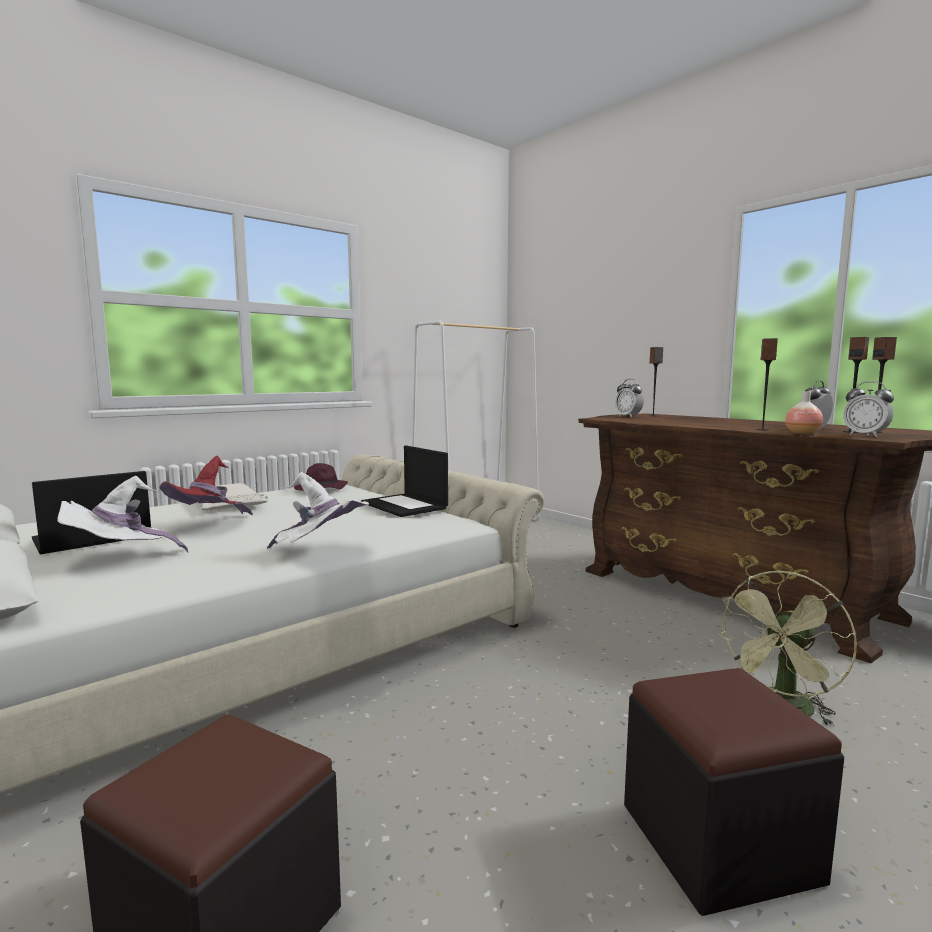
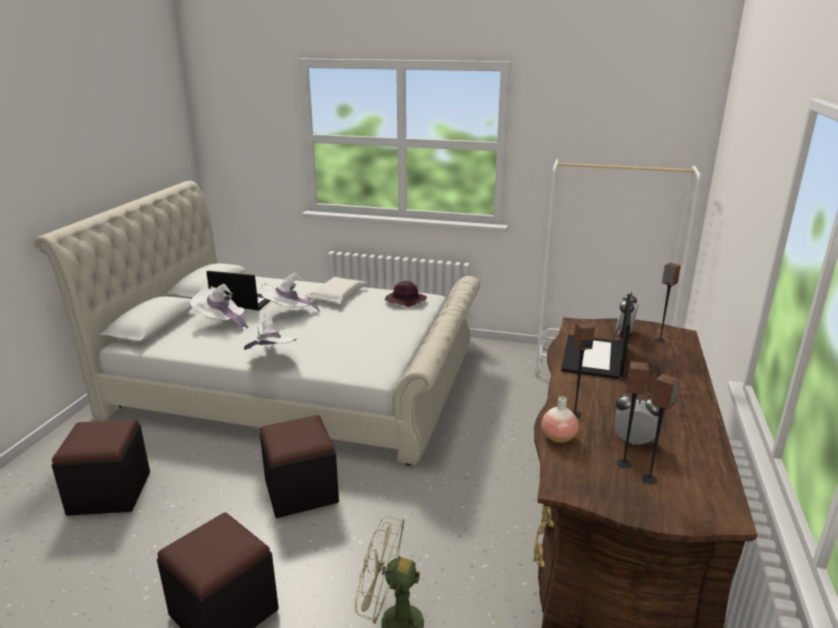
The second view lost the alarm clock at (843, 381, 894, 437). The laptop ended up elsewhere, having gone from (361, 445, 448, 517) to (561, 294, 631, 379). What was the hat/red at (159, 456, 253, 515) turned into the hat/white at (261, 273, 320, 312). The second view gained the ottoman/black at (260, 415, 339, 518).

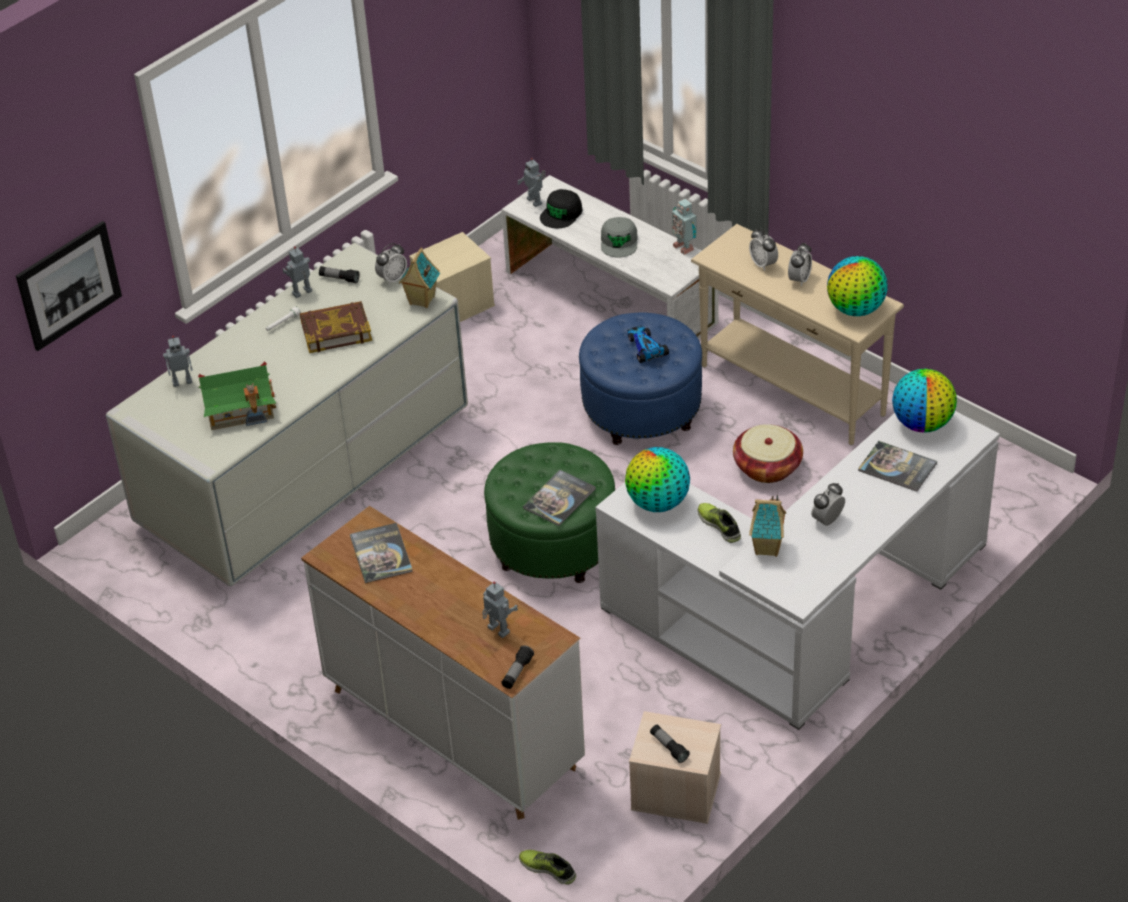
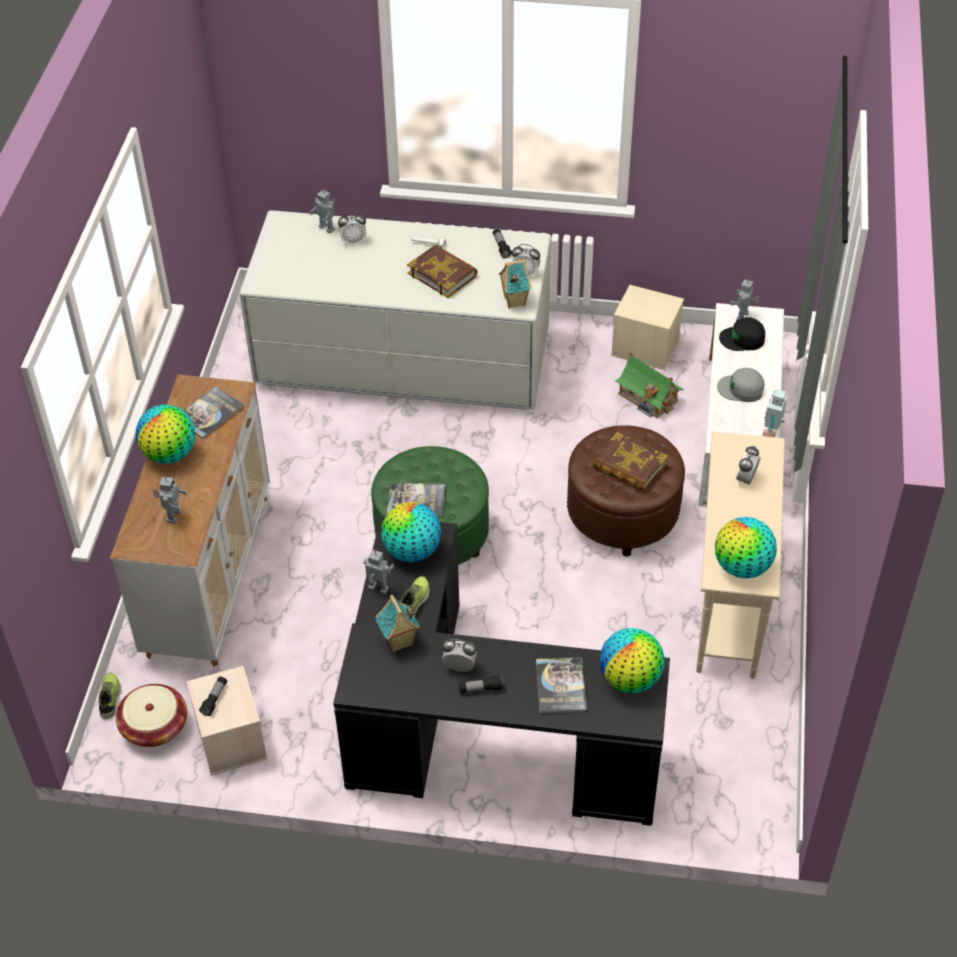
The cap/grey at (601, 217, 637, 258) ended up facing another way, 45 degrees clockwise from before. The second view lost the picture at (16, 221, 122, 351). The alarm clock ended up elsewhere, having gone from (788, 243, 812, 286) to (338, 212, 366, 245). The toy robot ended up elsewhere, having gone from (283, 246, 312, 298) to (364, 550, 394, 594). What was the ottoman/blue at (579, 312, 702, 445) turned into the ottoman/brown at (567, 425, 685, 557). Where the toy car stood at (627, 326, 669, 363), the book came to stand at (593, 432, 668, 491). The toy house ended up elsewhere, having gone from (198, 362, 276, 430) to (615, 353, 684, 419). What was the desk/white at (595, 411, 1000, 730) turned into the desk/black at (333, 516, 670, 826). The basket ended up elsewhere, having gone from (733, 424, 803, 483) to (116, 684, 187, 747). The flashlight ended up elsewhere, having gone from (501, 645, 534, 689) to (459, 675, 503, 693). The second view gained the globe at (136, 405, 195, 464).

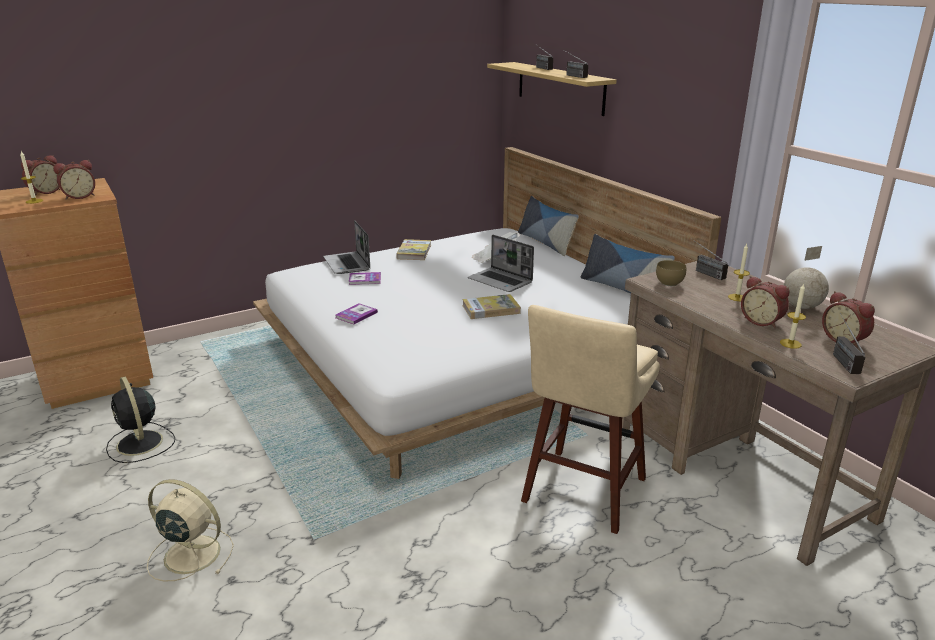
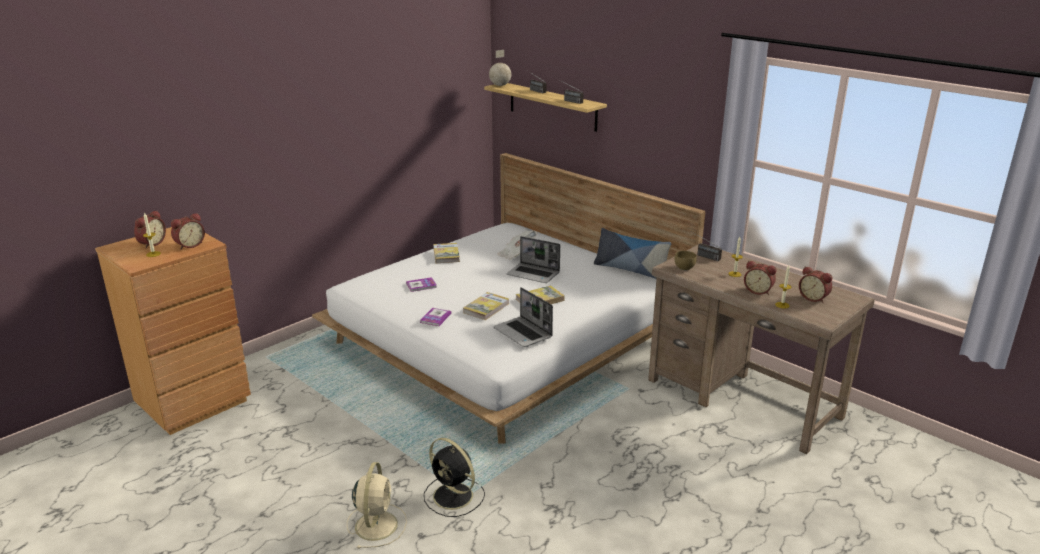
The second view lost the pillow at (518, 196, 579, 256). The laptop ended up elsewhere, having gone from (323, 220, 370, 274) to (493, 287, 553, 347). The globe ended up elsewhere, having gone from (784, 246, 829, 309) to (489, 50, 511, 86). The second view lost the stool/beige at (521, 305, 660, 534). The second view lost the radio at (833, 313, 865, 374). The fan/black ended up elsewhere, having gone from (106, 377, 175, 463) to (424, 438, 485, 517). The fan/beige at (147, 479, 234, 582) ended up facing another way, 90 degrees clockwise from before. The second view gained the book at (463, 292, 510, 320).

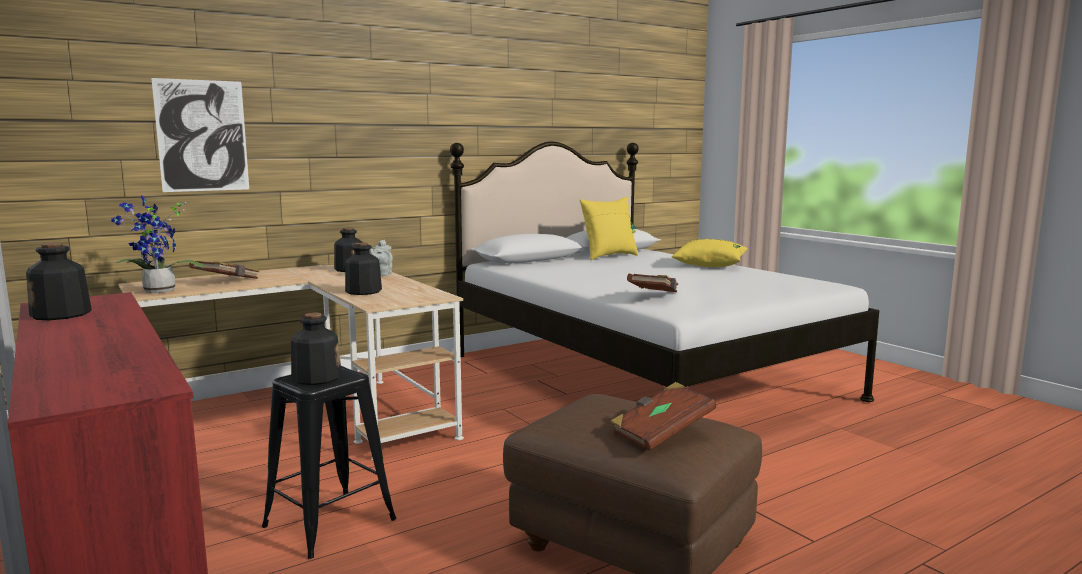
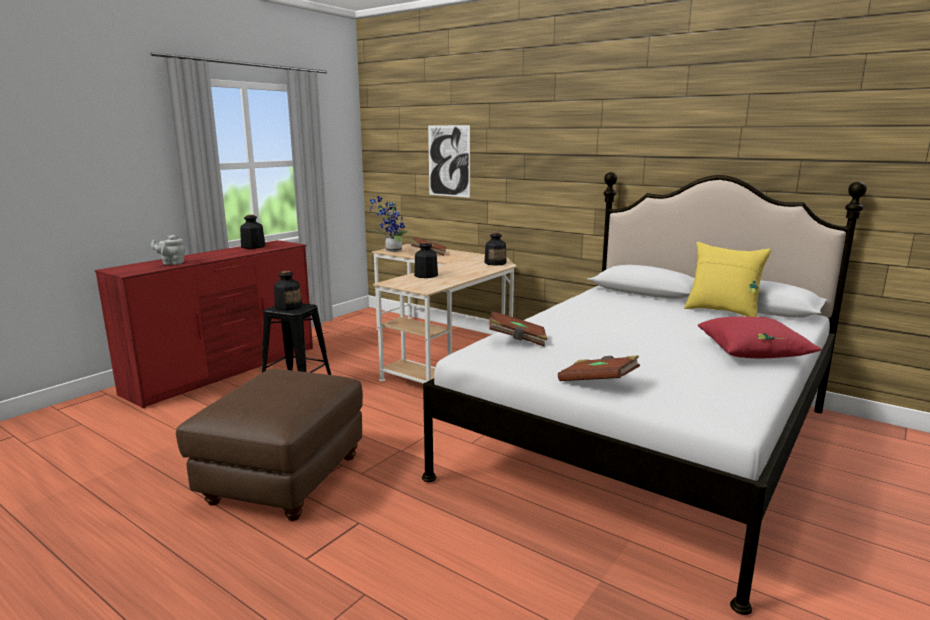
What was the pillow/yellow at (672, 239, 747, 267) turned into the pillow/red at (698, 317, 822, 358). The teapot/grey ended up elsewhere, having gone from (370, 240, 393, 276) to (151, 235, 185, 265). The book/brown ended up elsewhere, having gone from (610, 382, 716, 451) to (558, 355, 640, 381).

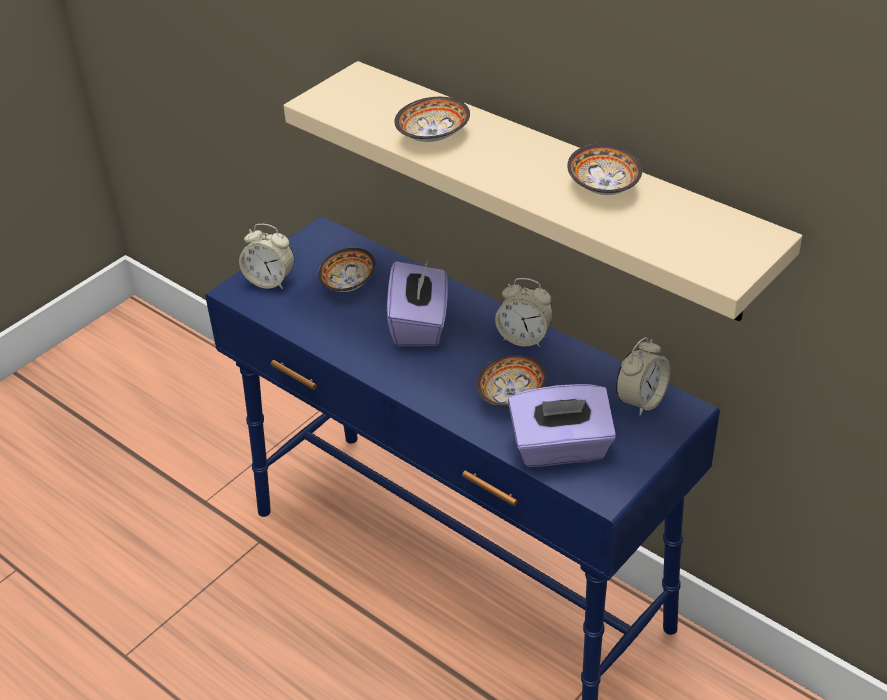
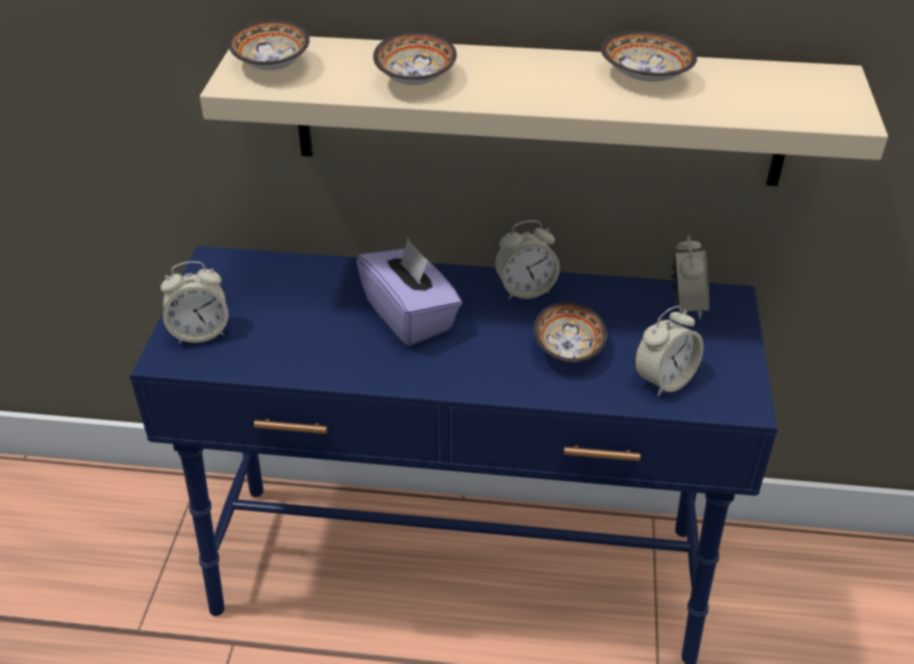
The bowl ended up elsewhere, having gone from (318, 248, 376, 292) to (228, 19, 310, 70). Where the tissue box/purple stood at (508, 384, 616, 467), the alarm clock came to stand at (634, 306, 703, 397).

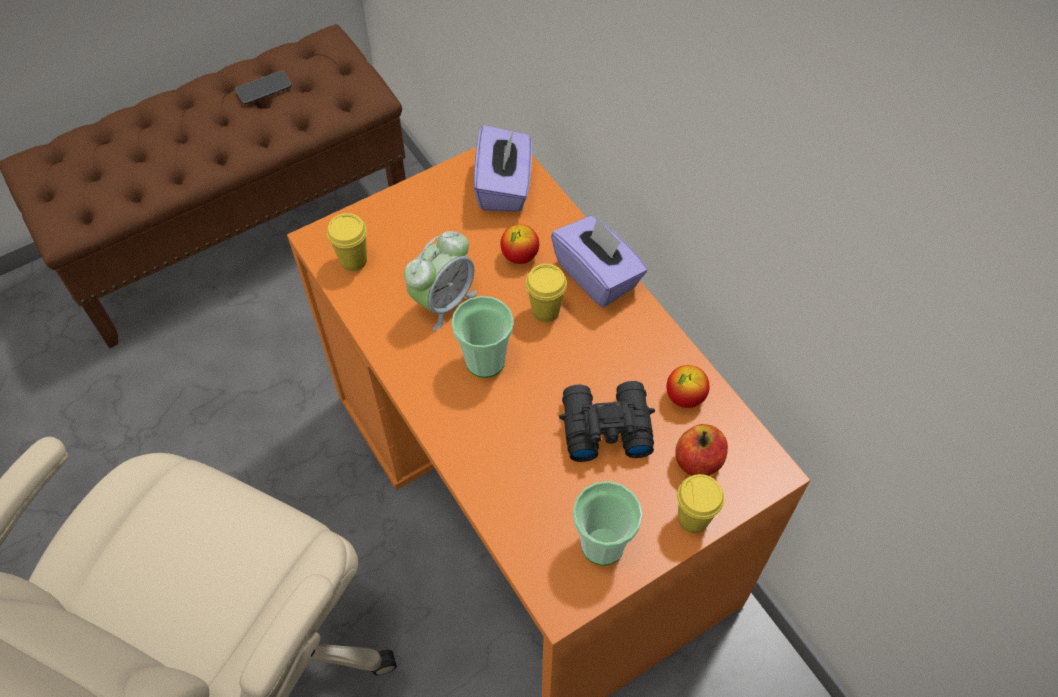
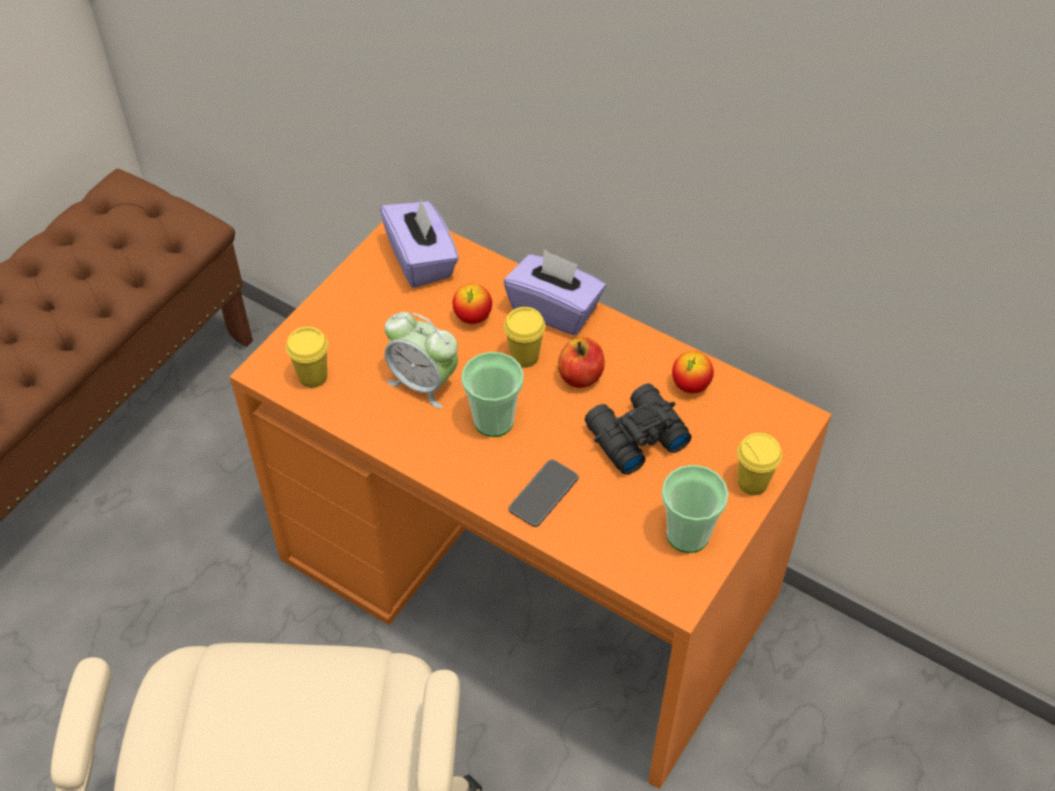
The phone ended up elsewhere, having gone from (235, 71, 292, 104) to (508, 460, 579, 527). The alarm clock at (404, 231, 478, 331) ended up facing another way, 105 degrees clockwise from before. The apple ended up elsewhere, having gone from (675, 424, 728, 476) to (558, 337, 605, 388).

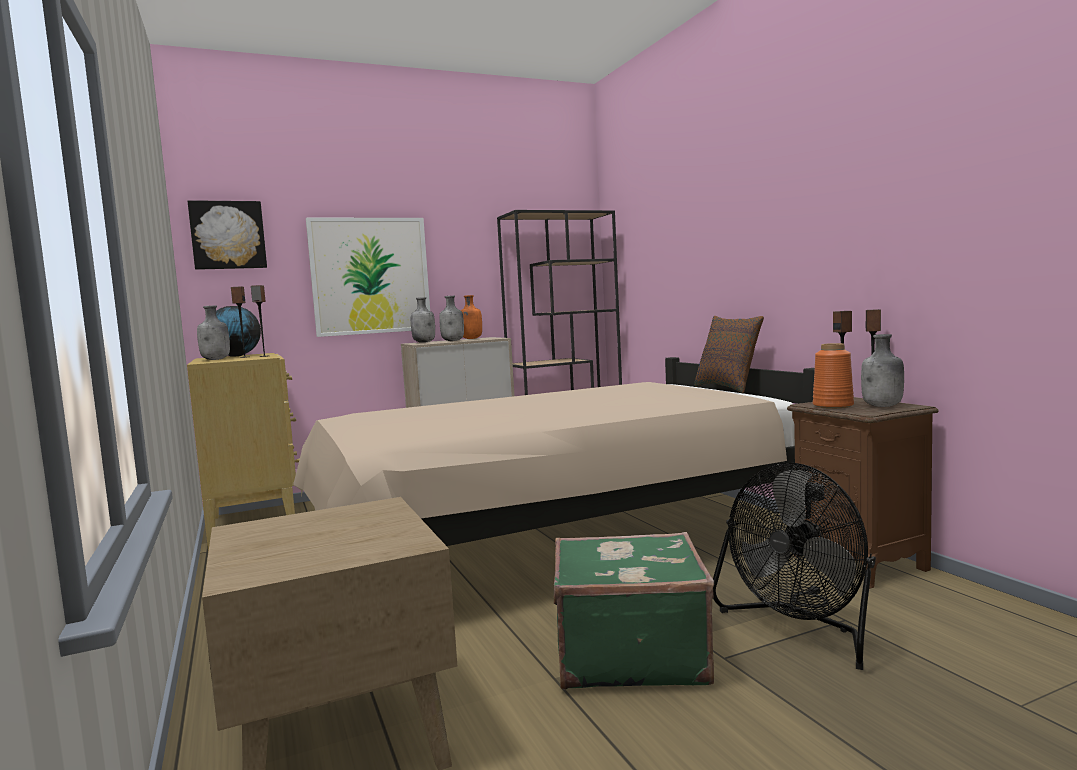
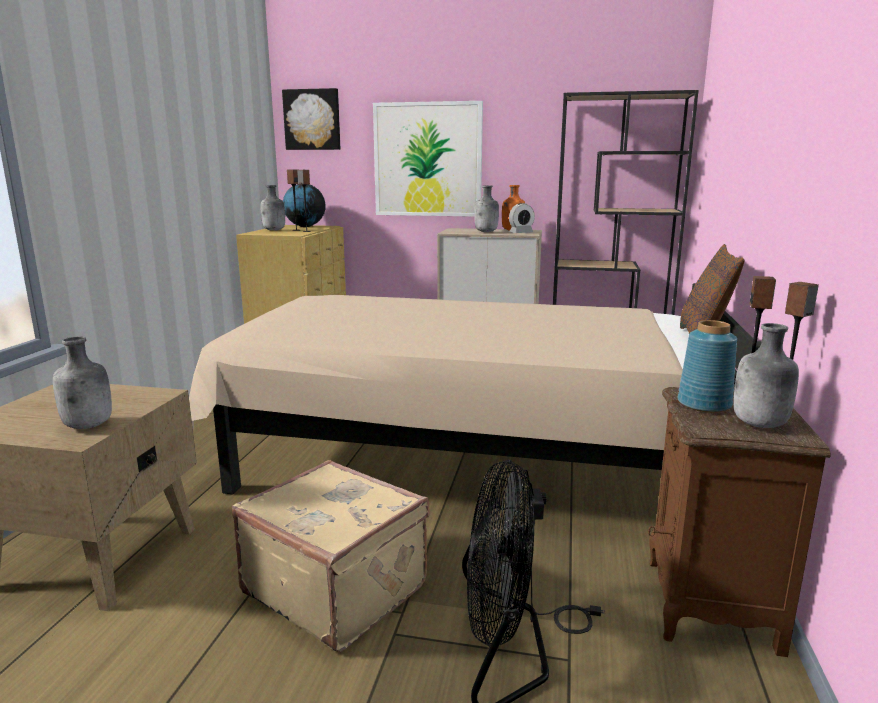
The bottle/grey ended up elsewhere, having gone from (411, 297, 435, 343) to (53, 336, 112, 429). What was the vase/orange at (813, 343, 854, 409) turned into the vase/blue at (678, 320, 737, 413). What was the suitcase/green at (554, 532, 714, 690) turned into the suitcase/beige at (232, 460, 430, 652). The second view gained the alarm clock at (509, 203, 535, 233).

